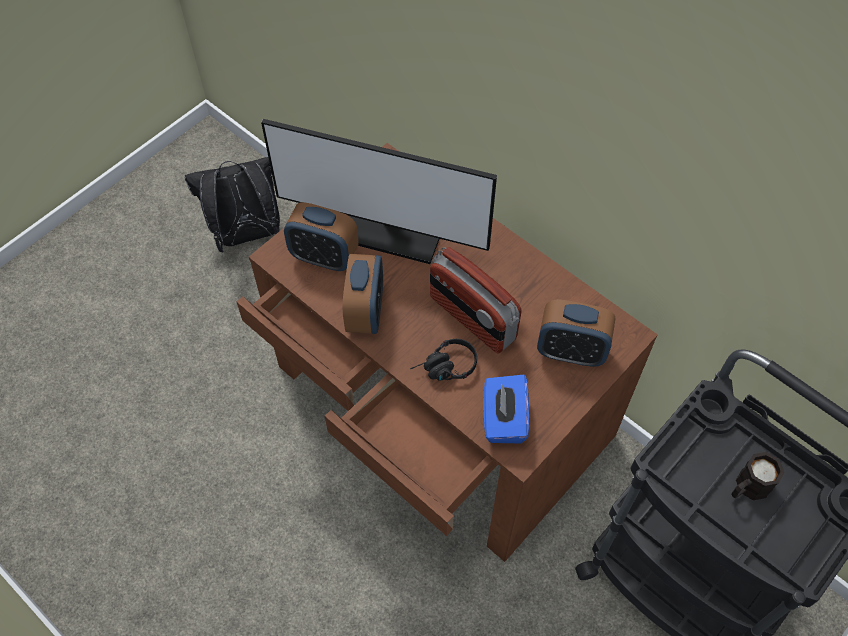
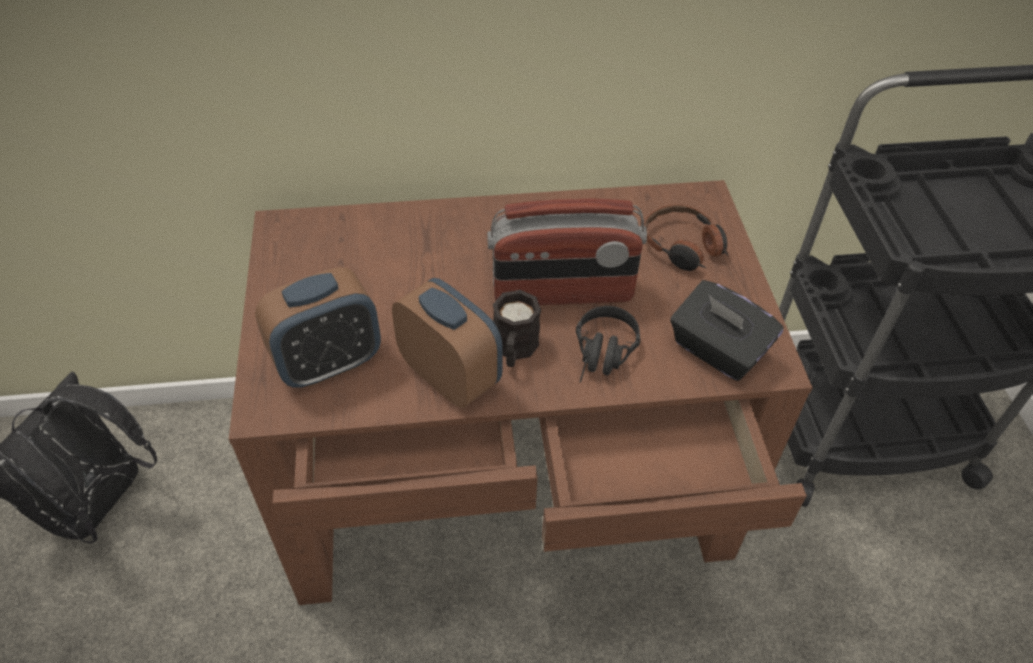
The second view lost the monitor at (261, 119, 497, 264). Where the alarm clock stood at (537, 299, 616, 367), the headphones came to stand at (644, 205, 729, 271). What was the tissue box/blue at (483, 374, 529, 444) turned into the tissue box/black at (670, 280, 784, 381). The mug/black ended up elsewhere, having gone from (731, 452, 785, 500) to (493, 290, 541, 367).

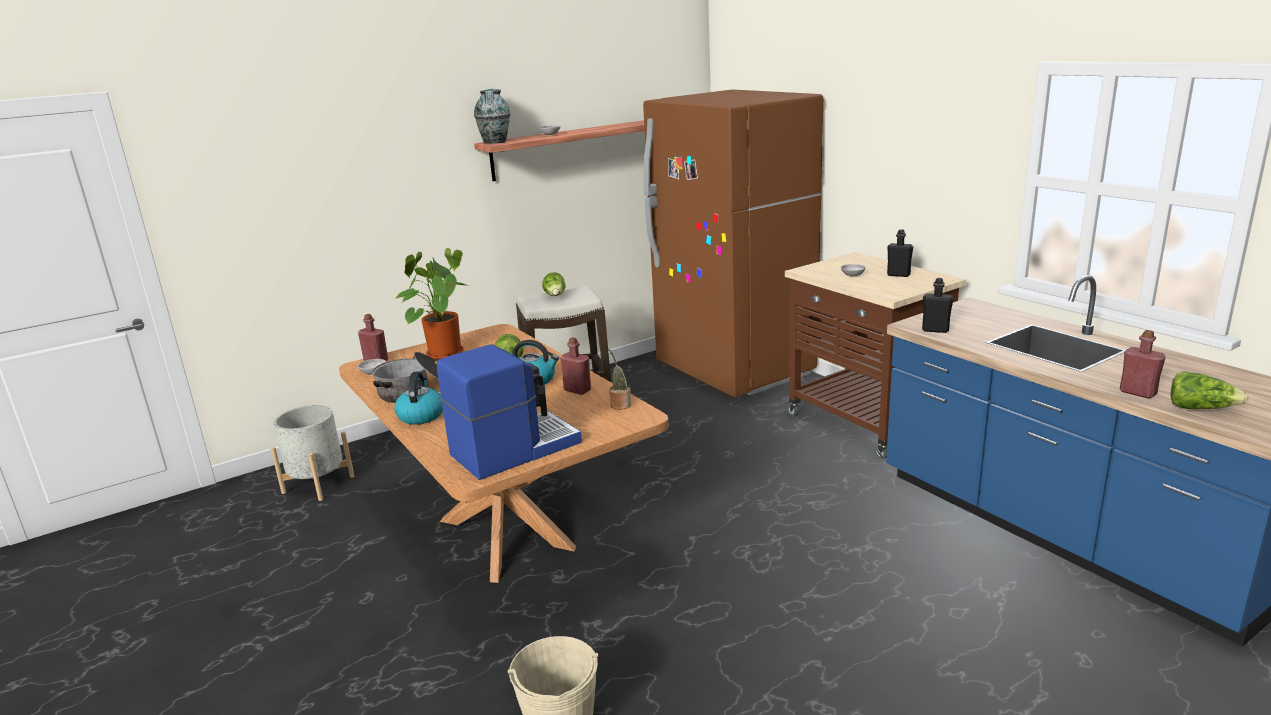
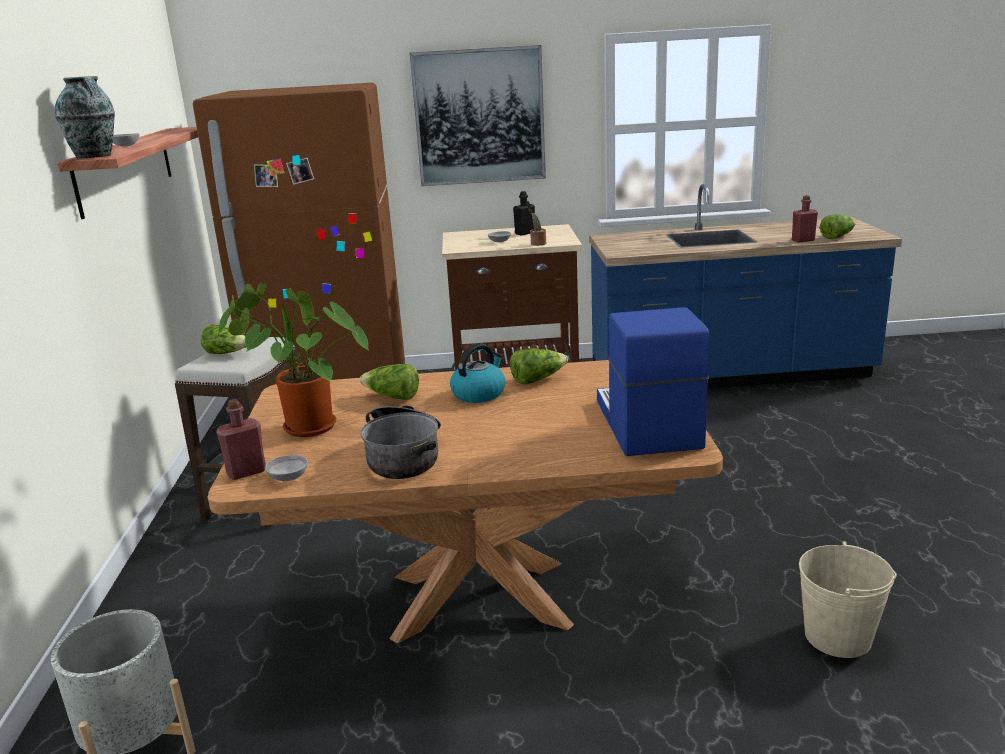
The second view lost the bottle/black at (922, 278, 953, 333). Where the bottle/red stood at (560, 337, 591, 395), the lettuce came to stand at (510, 349, 568, 384). The potted plant ended up elsewhere, having gone from (608, 348, 631, 410) to (527, 201, 546, 246). The second view lost the kettle at (394, 372, 443, 424). The second view gained the picture at (410, 45, 546, 186).

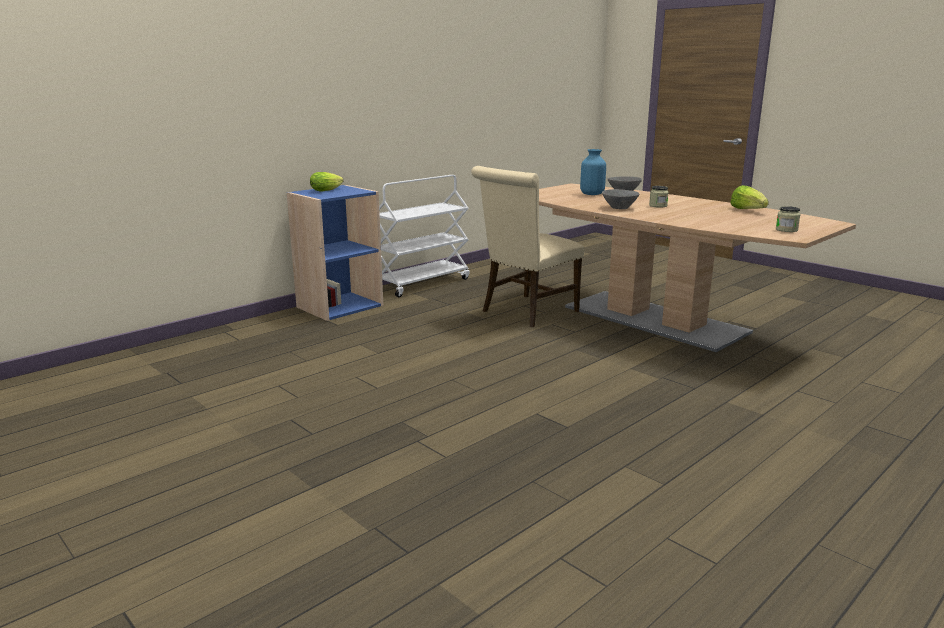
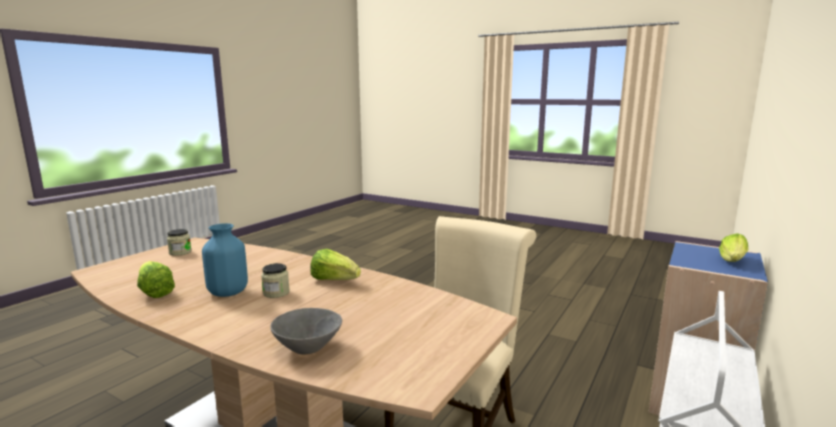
The vase/blue ended up elsewhere, having gone from (580, 149, 606, 195) to (202, 223, 248, 297). Where the bowl/grey stood at (602, 189, 639, 209), the lettuce came to stand at (311, 249, 361, 280).

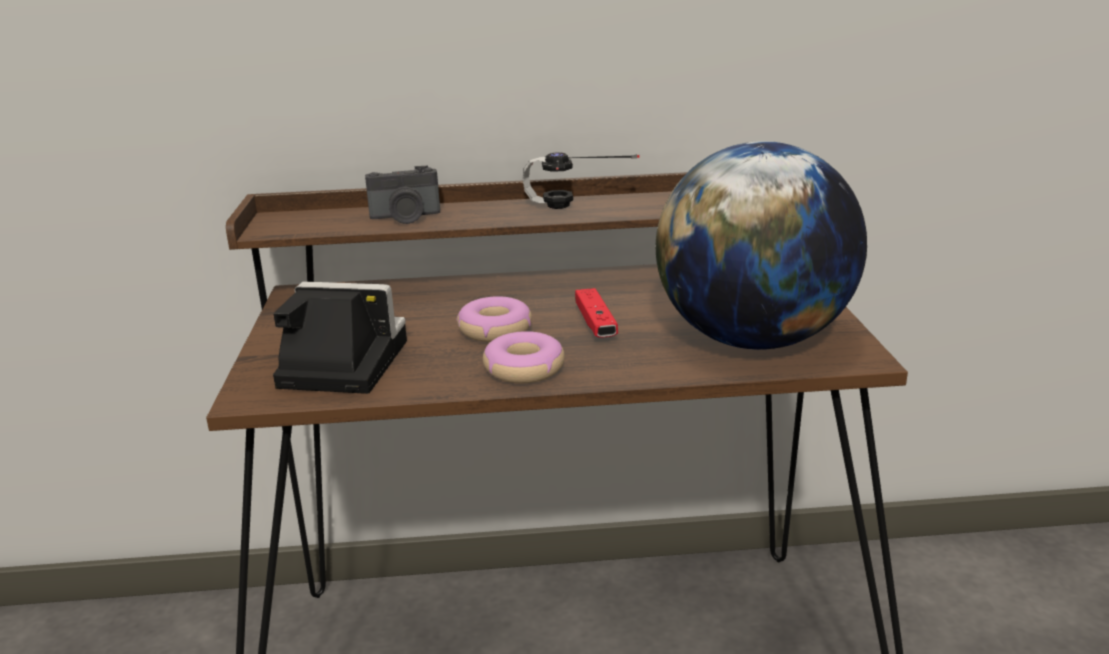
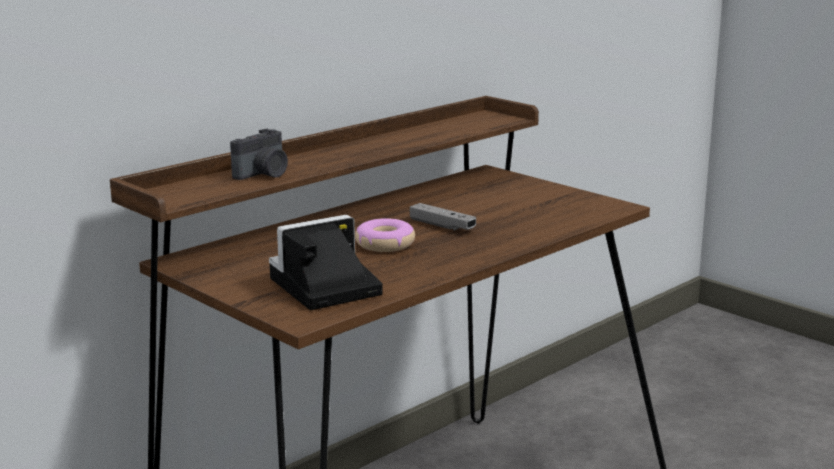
The second view lost the globe at (656, 141, 867, 350). The second view lost the headphones at (523, 152, 640, 209). What was the game controller/red at (575, 288, 618, 338) turned into the game controller/grey at (410, 203, 476, 231). The second view lost the donut at (483, 331, 565, 383).

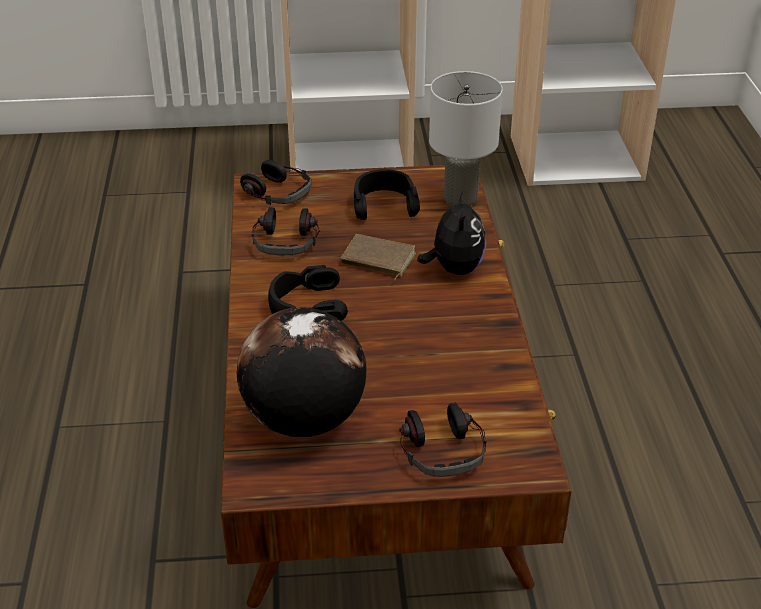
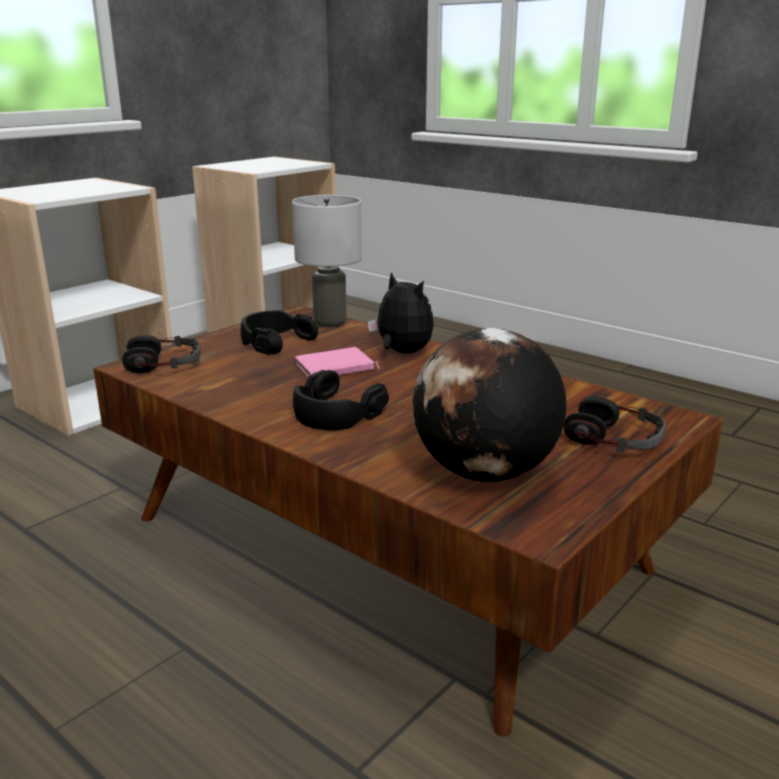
The second view lost the headphones at (252, 207, 320, 255). What was the book/brown at (341, 234, 416, 280) turned into the book/pink at (295, 347, 380, 377).

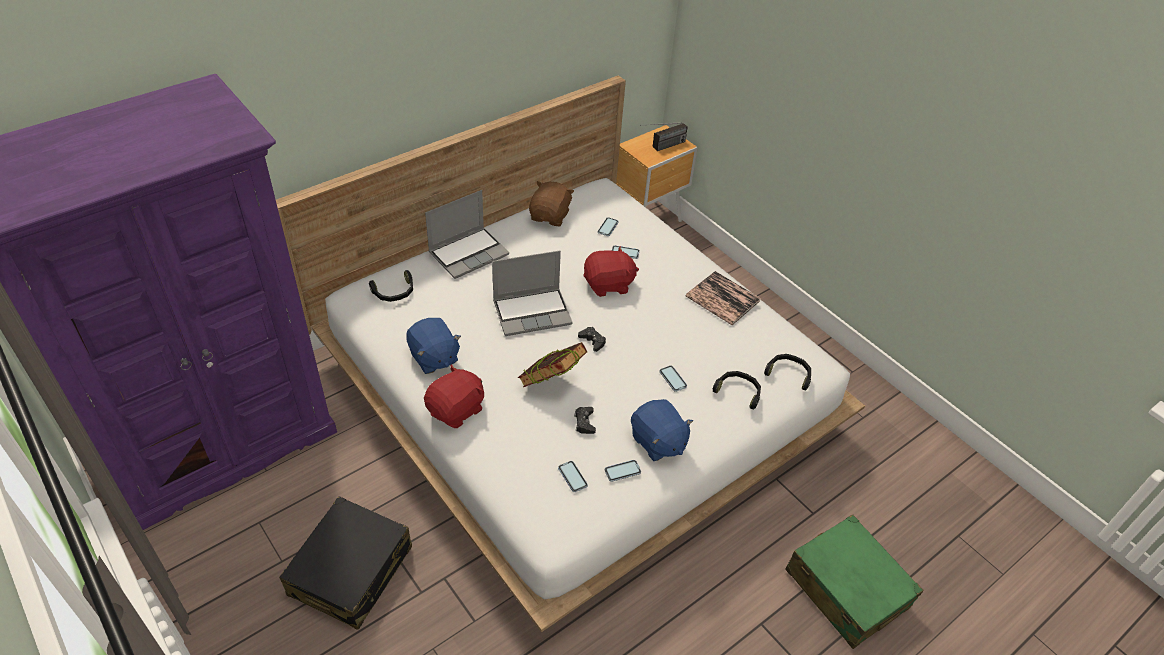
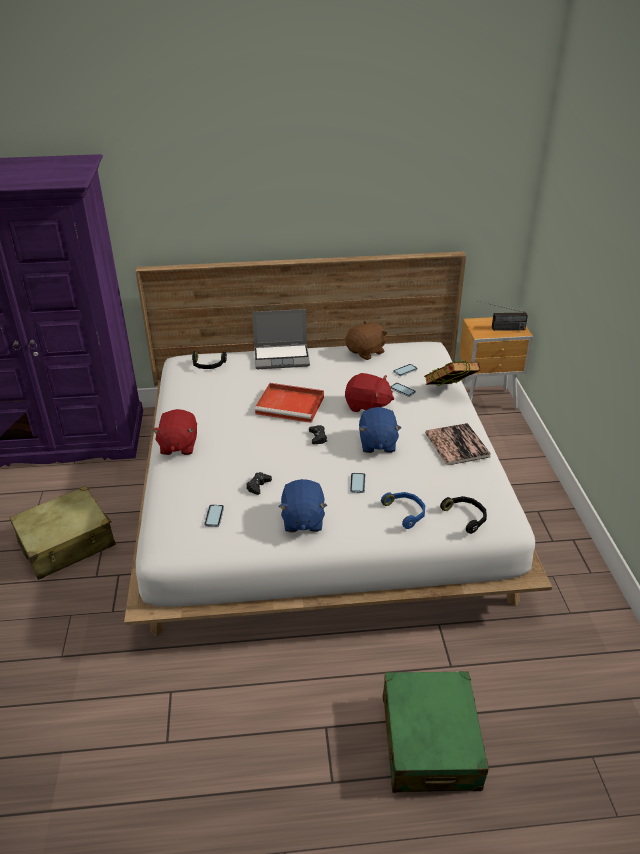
Where the laptop stood at (492, 250, 573, 336), the tray/red came to stand at (254, 383, 324, 423). The plush toy/blue ended up elsewhere, having gone from (406, 318, 461, 374) to (359, 407, 401, 453). The book ended up elsewhere, having gone from (518, 342, 587, 387) to (424, 360, 481, 386). The plush toy/red at (424, 365, 484, 428) ended up facing another way, 105 degrees clockwise from before. What was the headphones/black at (713, 371, 761, 410) turned into the headphones/blue at (381, 492, 425, 529). The second view lost the phone at (605, 460, 641, 482). What was the suitcase/black at (280, 496, 412, 630) turned into the suitcase/beige at (9, 486, 116, 580).

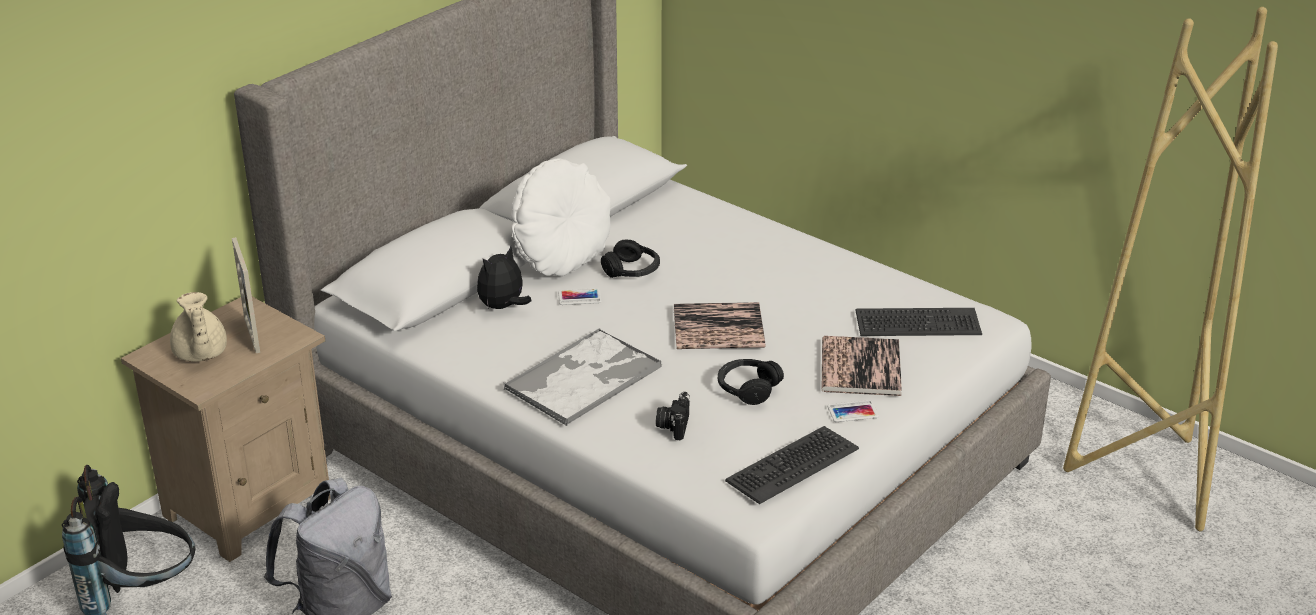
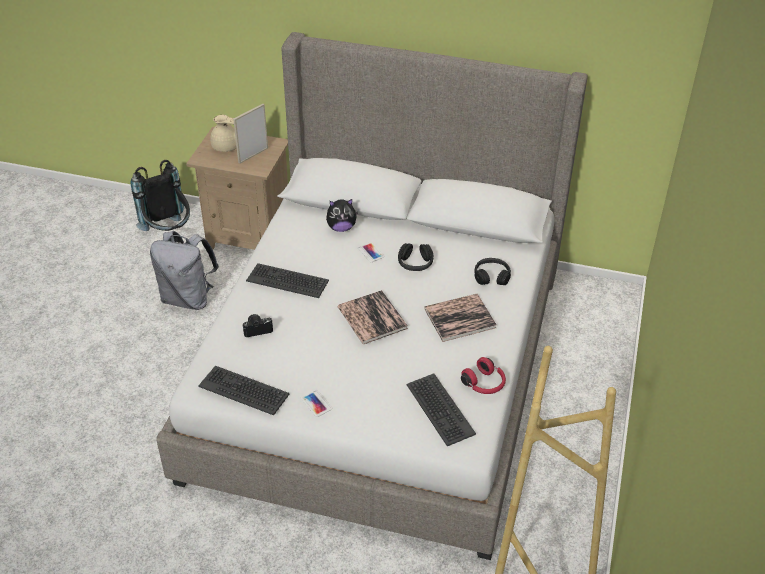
The second view lost the pillow/white at (511, 158, 611, 276). The plush toy at (477, 247, 531, 309) ended up facing another way, 150 degrees clockwise from before. The teapot/beige at (170, 292, 227, 362) ended up facing another way, 120 degrees counterclockwise from before. Where the tray stood at (504, 328, 662, 426), the keyboard came to stand at (246, 263, 329, 298). The book ended up elsewhere, having gone from (822, 336, 902, 396) to (424, 294, 497, 342). The headphones/black ended up elsewhere, having gone from (718, 359, 784, 405) to (475, 258, 511, 285). The second view gained the headphones/red at (461, 357, 506, 394).

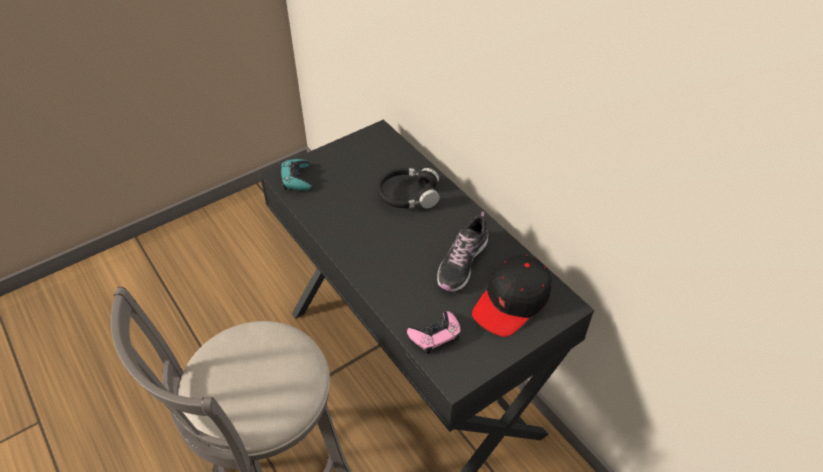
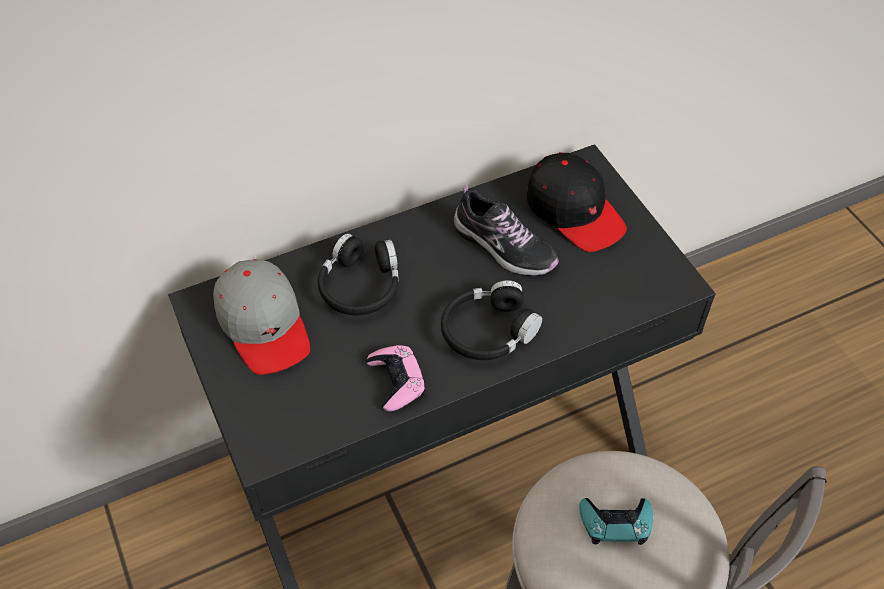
The game controller/turquoise ended up elsewhere, having gone from (281, 159, 312, 191) to (579, 498, 653, 545). The game controller/pink ended up elsewhere, having gone from (407, 311, 461, 354) to (366, 345, 426, 411). The second view gained the cap/grey at (213, 259, 310, 375). The second view gained the headphones/black at (441, 280, 542, 360).

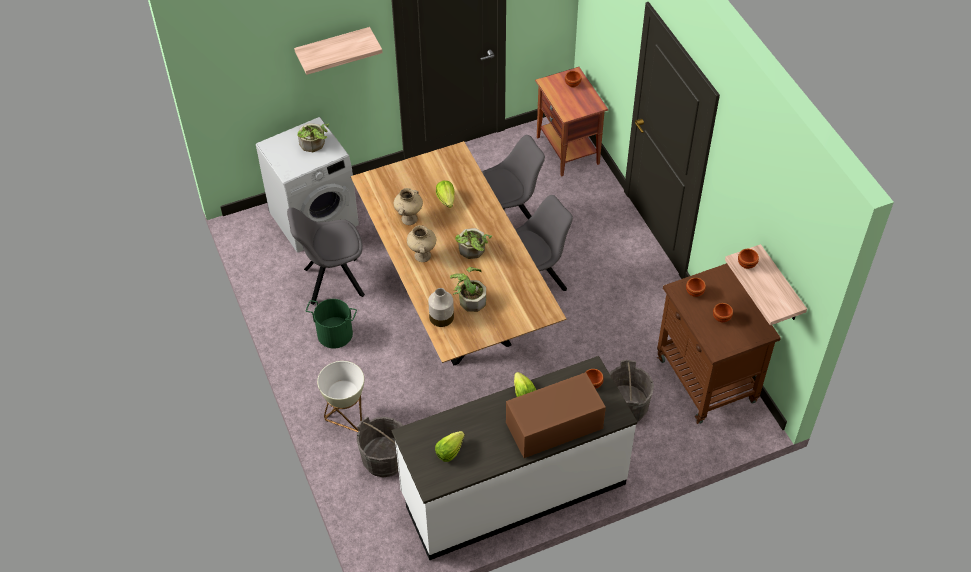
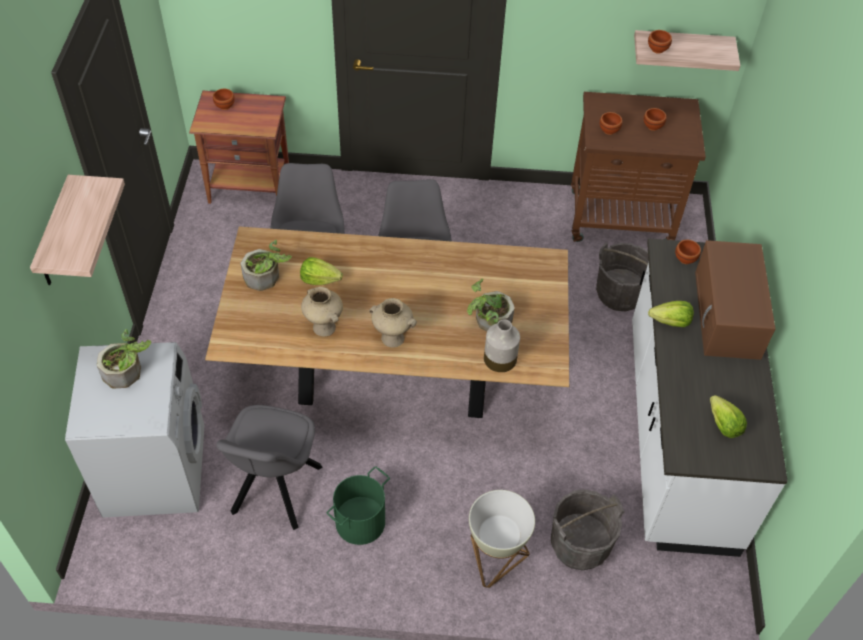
The potted plant ended up elsewhere, having gone from (455, 228, 492, 259) to (240, 240, 292, 291).

